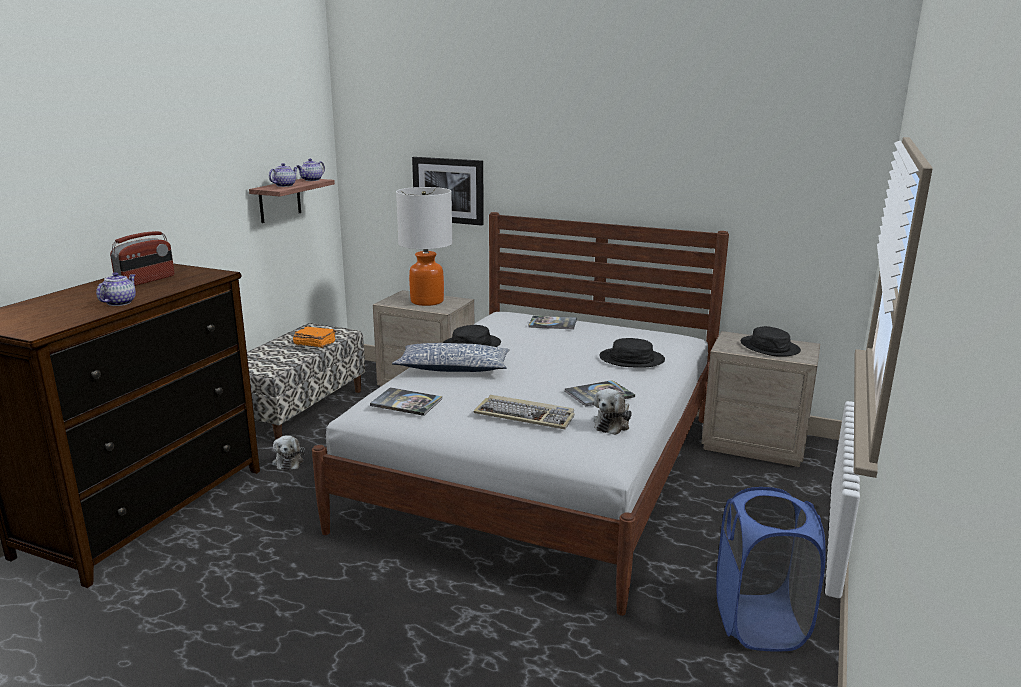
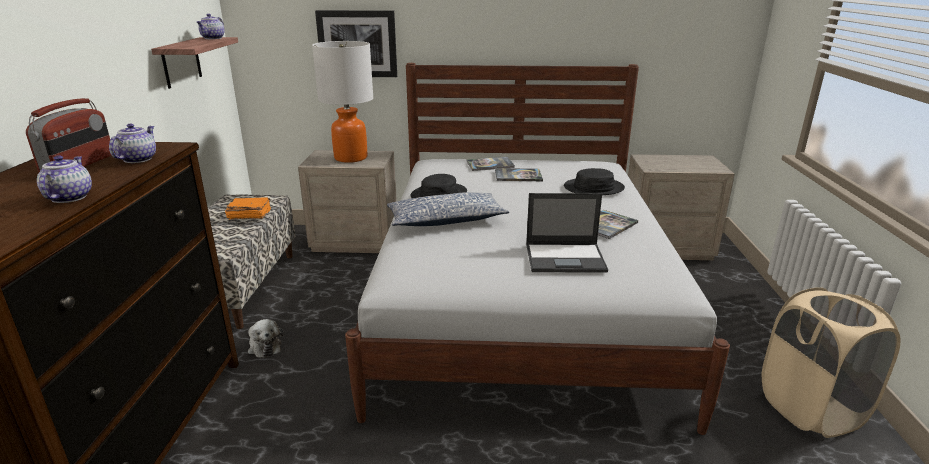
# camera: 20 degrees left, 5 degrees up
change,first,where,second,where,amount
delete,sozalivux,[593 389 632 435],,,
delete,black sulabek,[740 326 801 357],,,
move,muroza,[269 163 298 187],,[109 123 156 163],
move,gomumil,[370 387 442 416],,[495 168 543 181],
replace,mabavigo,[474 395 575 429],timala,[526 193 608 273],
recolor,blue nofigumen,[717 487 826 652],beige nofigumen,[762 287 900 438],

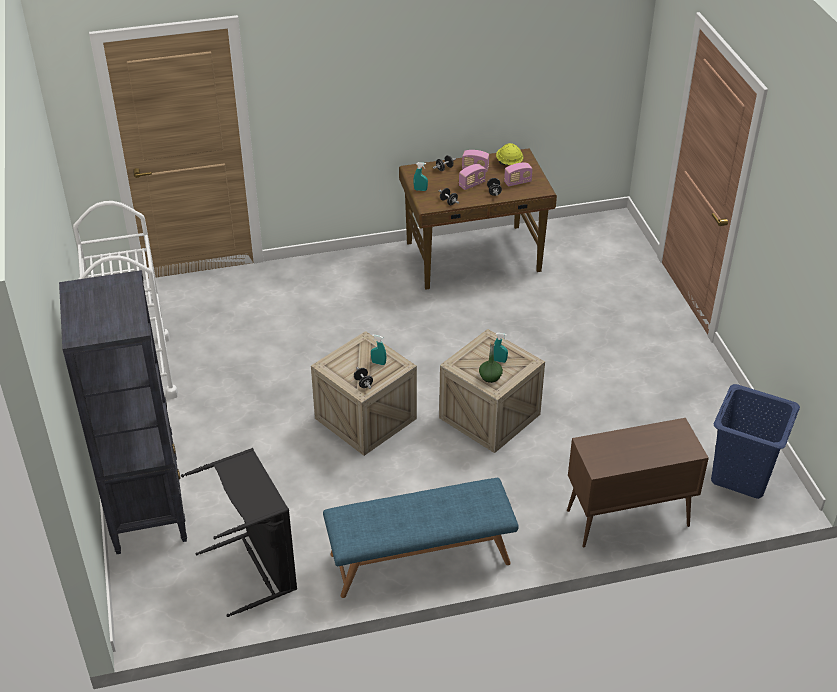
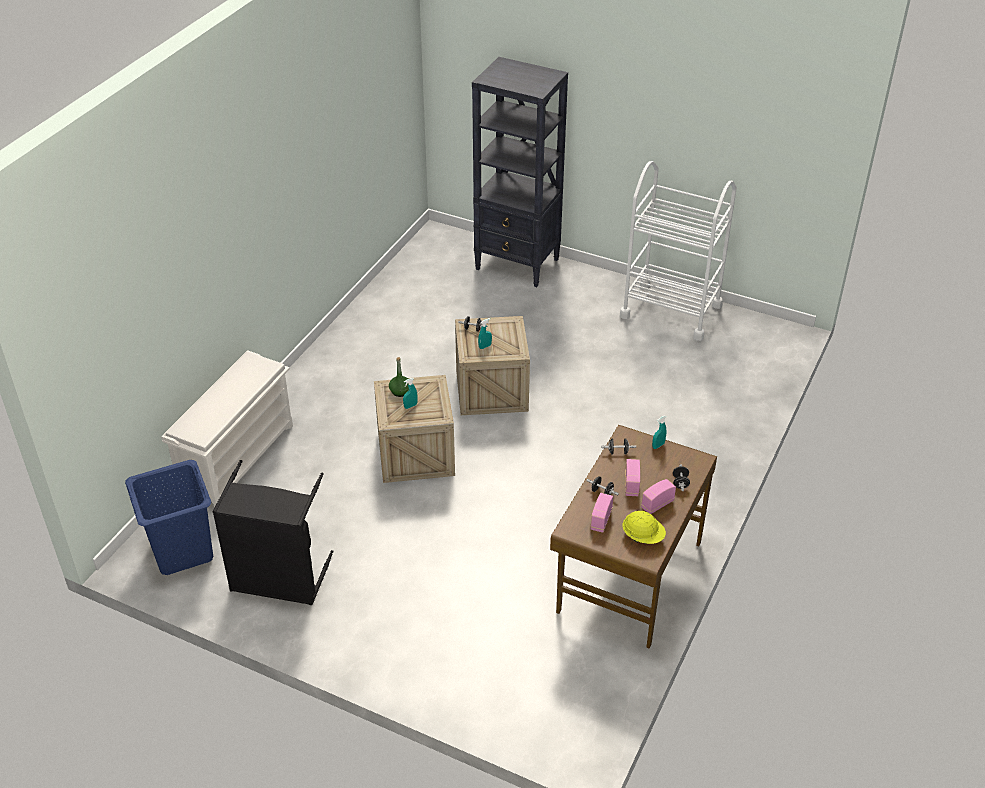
# camera: 130 degrees right, 0 degrees up
change,first,where,second,where,amount
delete,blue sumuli,[323 478 519 598],,,
move,black nofigumen,[181 448 297 617],,[213 460 333 605],
replace,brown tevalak,[567 418 709 548],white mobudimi,[161 350 293 508],

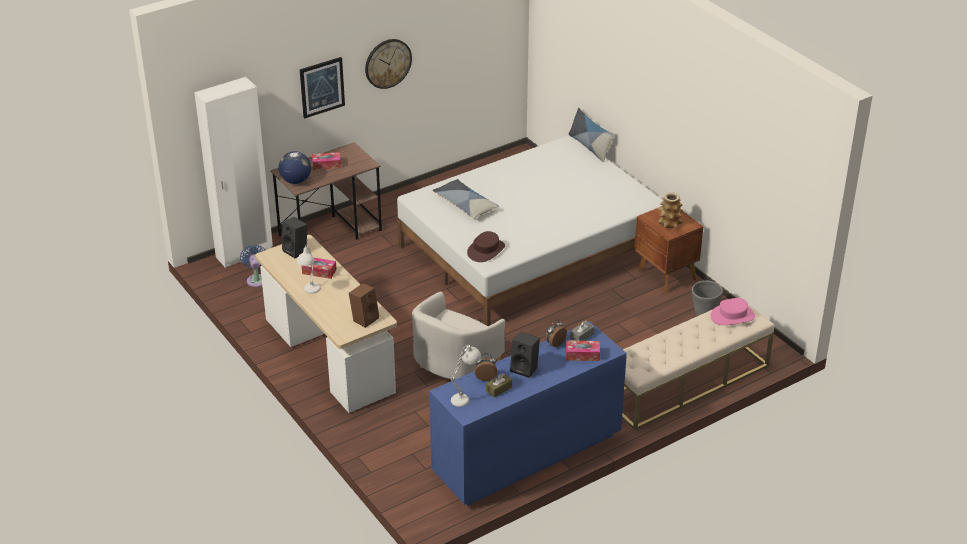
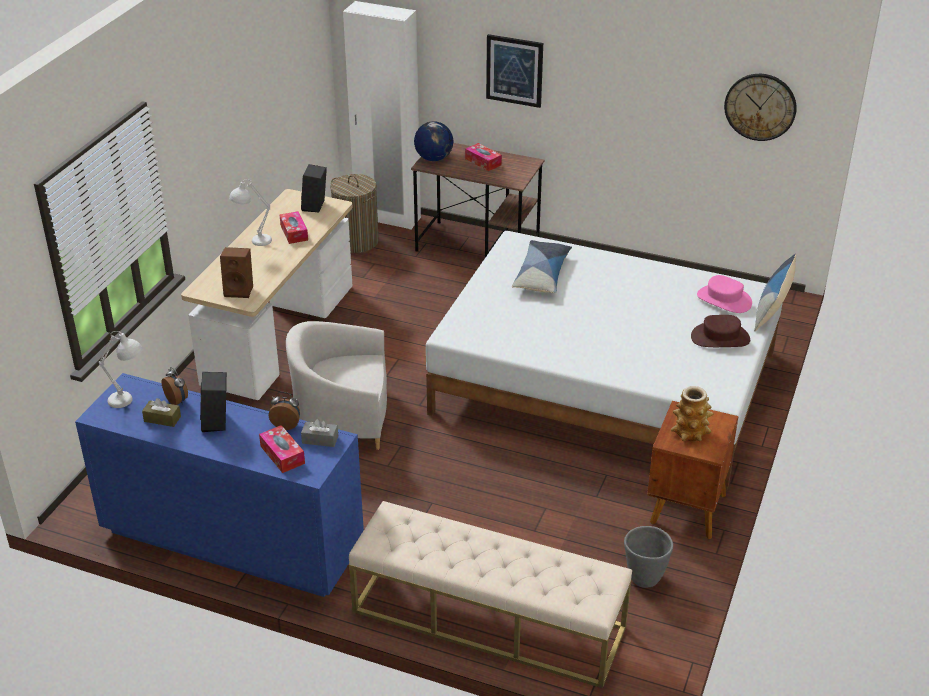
# camera: 55 degrees right, 0 degrees up
change,first,where,second,where,amount
move,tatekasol,[365 39 412 89],,[724 74 797 141],
move,brown sulabek,[467 231 505 262],,[691 315 750 347],
move,pink sulabek,[711 298 755 325],,[697 275 752 313],
replace,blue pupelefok,[240 245 265 287],nofigumen,[330 174 379 253],

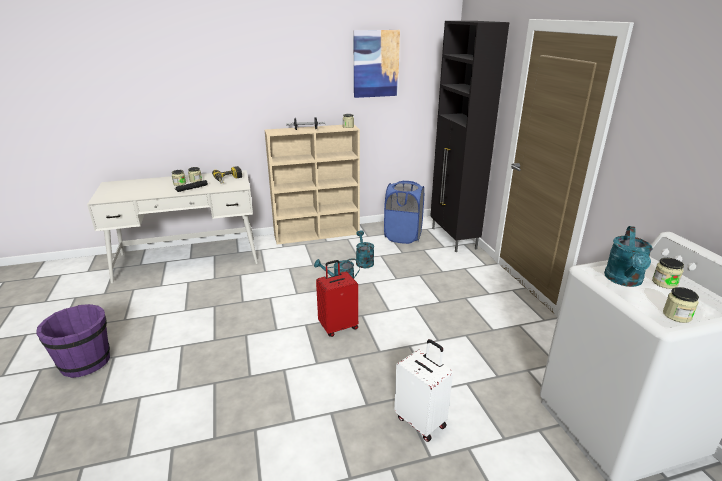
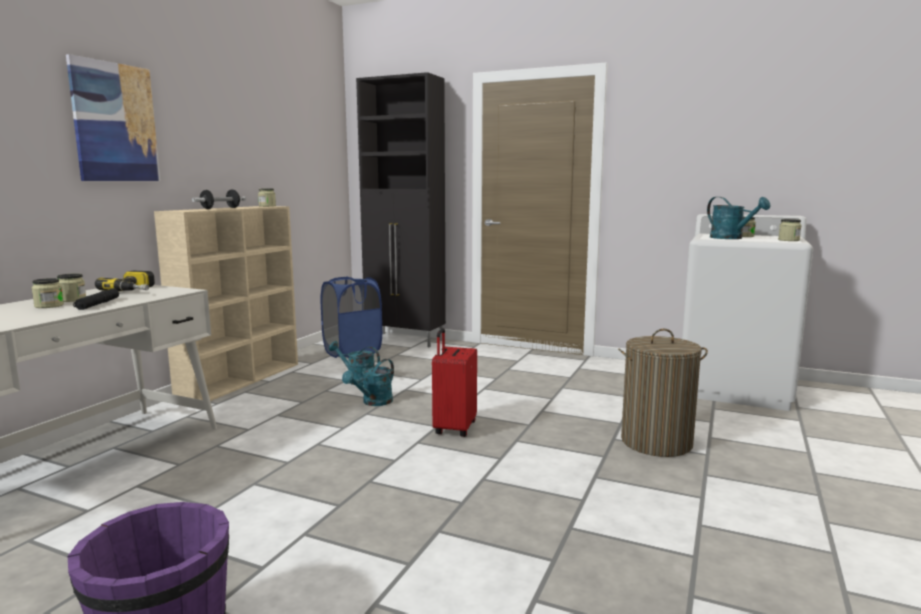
# camera: 50 degrees left, 15 degrees down
change,first,where,second,where,amount
move,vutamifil,[353 30 400 98],,[66 54 160 181],
replace,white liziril,[394 339 453 442],nofigumen,[618 329 708 457],

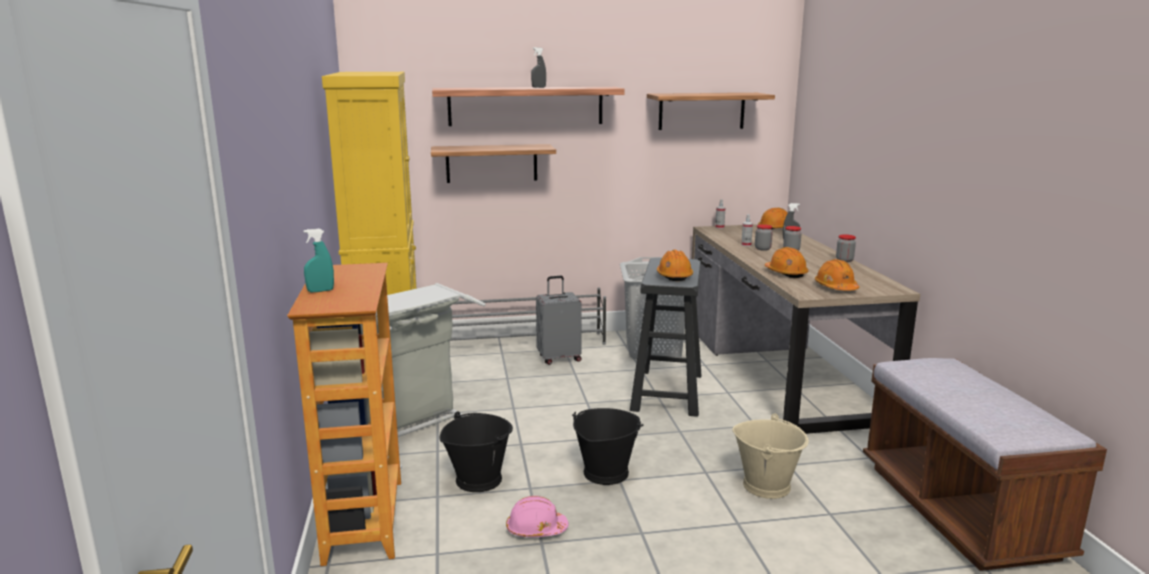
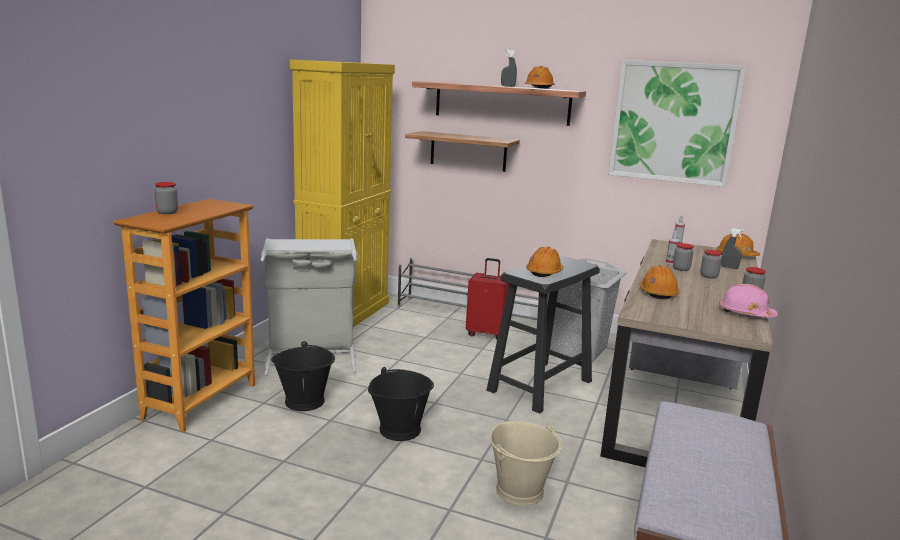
# camera: 30 degrees right, 0 degrees up
change,first,where,second,where,amount
move,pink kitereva,[506 496 569 537],,[719 284 778 317],
move,orange kitereva,[815 259 859 291],,[525 66 554 89],
replace,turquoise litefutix,[303 229 334 292],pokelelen,[155 182 178 214],
replace,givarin,[647 93 775 130],vutamifil,[608 60 746 187],
recolor,grey liziril,[536 276 582 365],red liziril,[466 258 509 339],

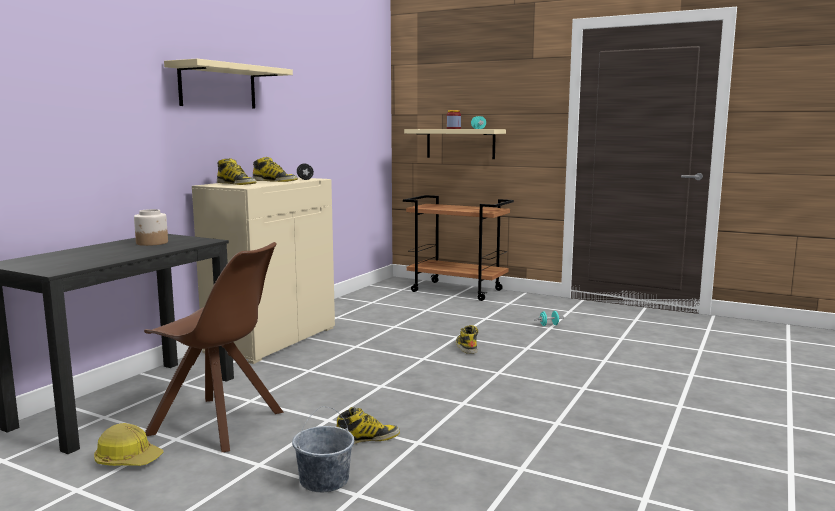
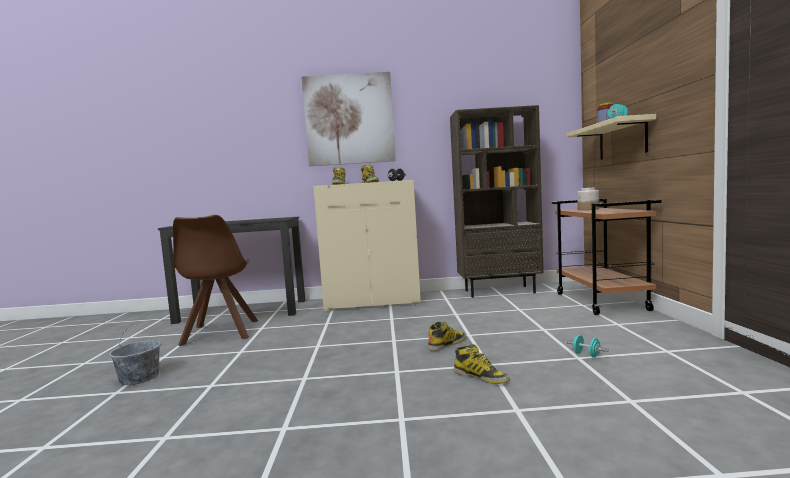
# camera: 60 degrees right, 5 degrees down
change,first,where,second,where,amount
delete,kitereva,[94 423 164 466],,,
insert,,,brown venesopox,[450 105 544 298],
move,pokelelen,[134 209 168 246],,[577 188 599 210],
move,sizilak,[336 407 400 444],,[454 344 510 384],
replace,beige givarin,[164 59 293 109],vutamifil,[302 72 396 166],

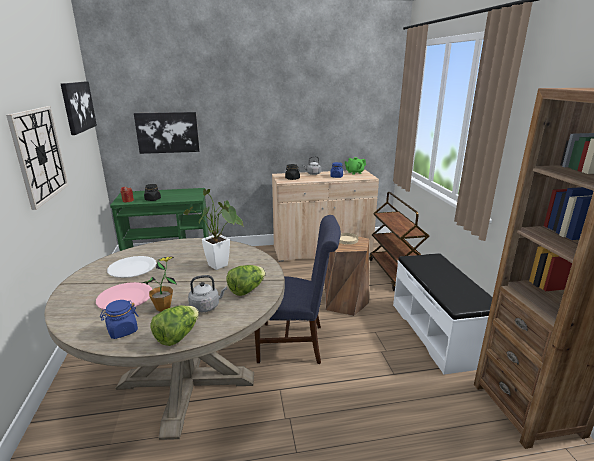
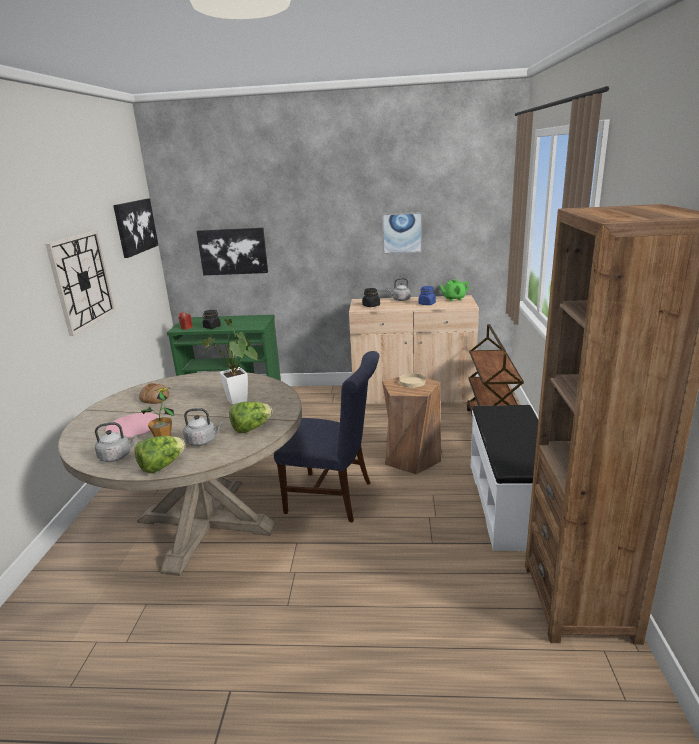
# camera: 15 degrees right, 0 degrees up
change,first,where,second,where,amount
insert,,,vutamifil,[382 212 422 254],
replace,blue pokelelen,[100 300 139 339],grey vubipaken,[95 422 137 462],
replace,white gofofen,[107 256 156 278],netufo,[139 383 169 404],

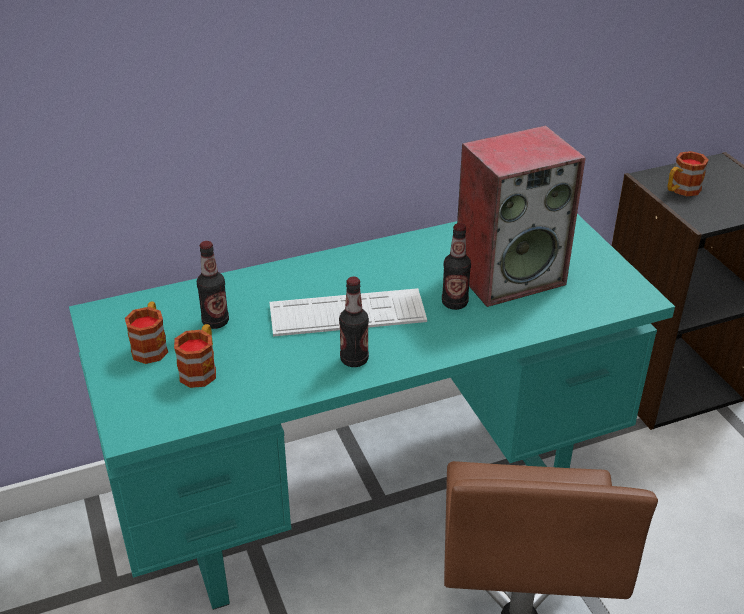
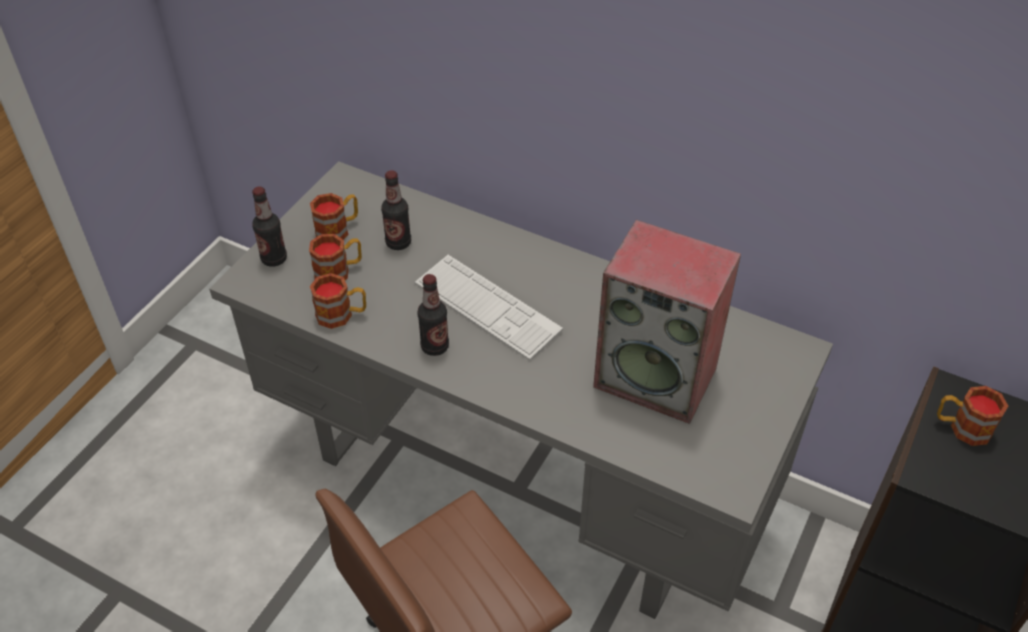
# camera: 50 degrees right, 10 degrees up
change,first,where,second,where,amount
insert,,,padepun,[310 273 366 329],
move,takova,[442 223 471 310],,[252 186 287 267],
recolor,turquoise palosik,[69 214 675 610],grey palosik,[209 161 833 619],

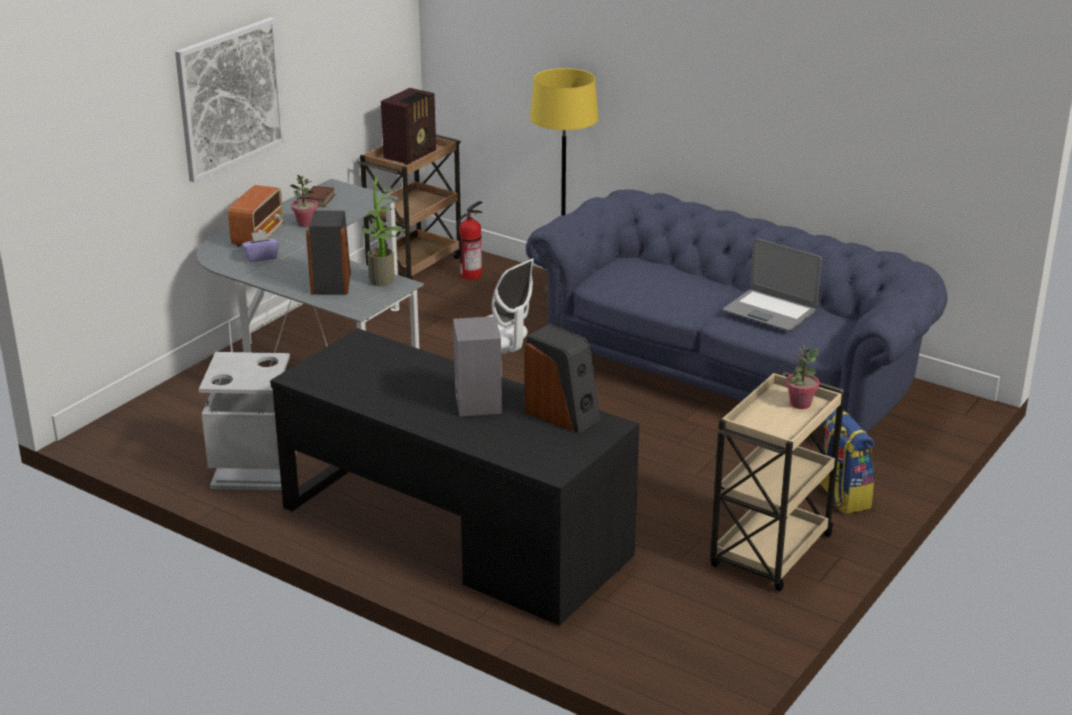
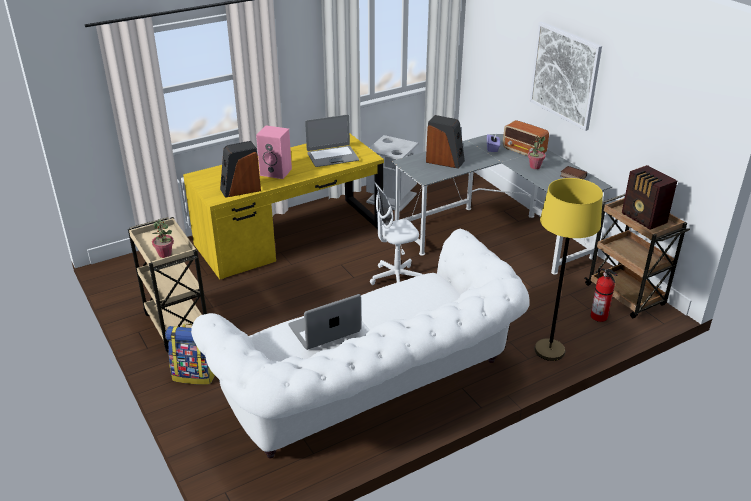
# camera: 115 degrees right, 5 degrees up
change,first,where,second,where,amount
delete,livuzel,[362 177 406 286],,,
insert,,,timala,[305 115 359 167],
recolor,black palosik,[270 328 639 626],yellow palosik,[183 134 384 279],
recolor,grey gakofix,[453 316 502 416],pink gakofix,[256 125 292 179],
recolor,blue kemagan,[526 190 947 432],white kemagan,[191 229 530 458],

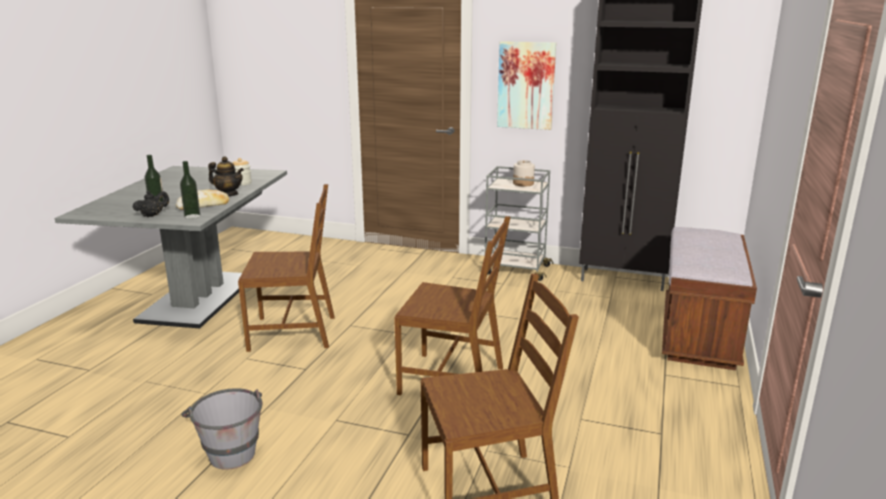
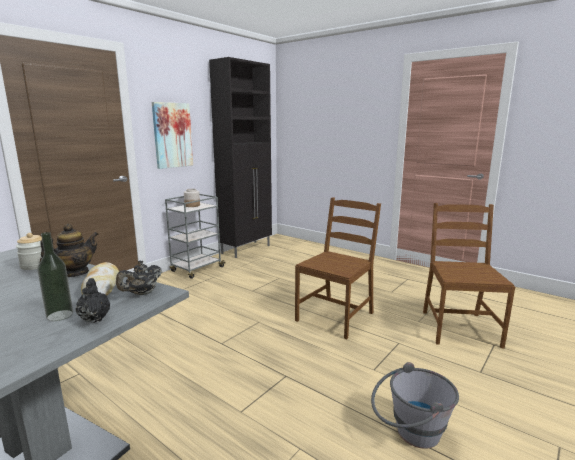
# camera: 70 degrees left, 5 degrees down
change,first,where,second,where,amount
delete,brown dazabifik,[238 184 335 352],,,
delete,brown sumuli,[662 227 757 370],,,
replace,takova,[180 161 200 219],black muroza,[116 261 162 295],

